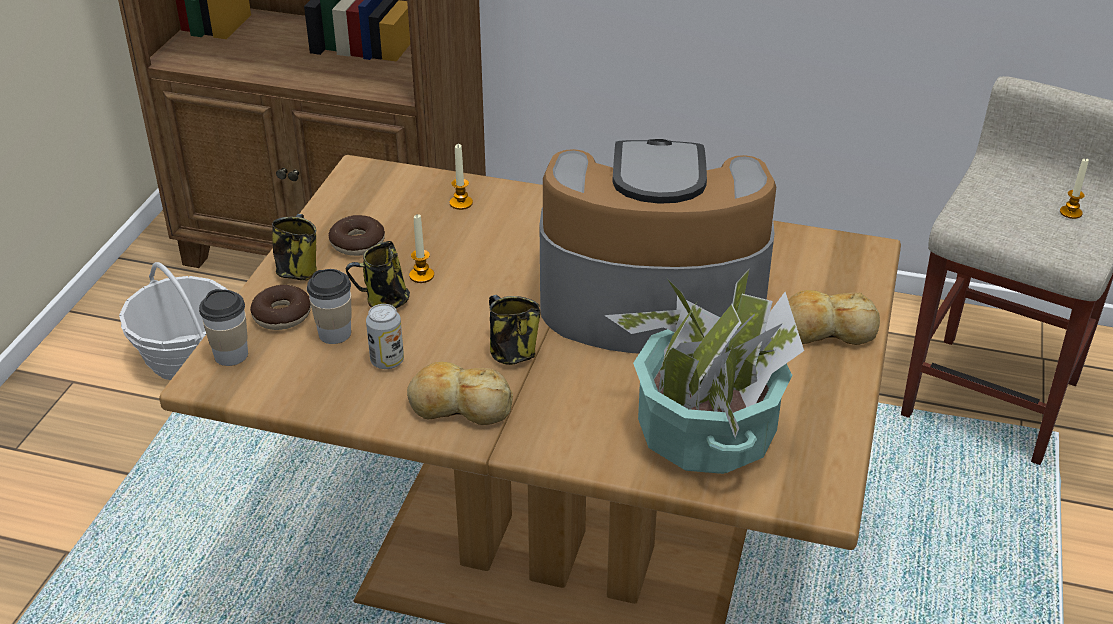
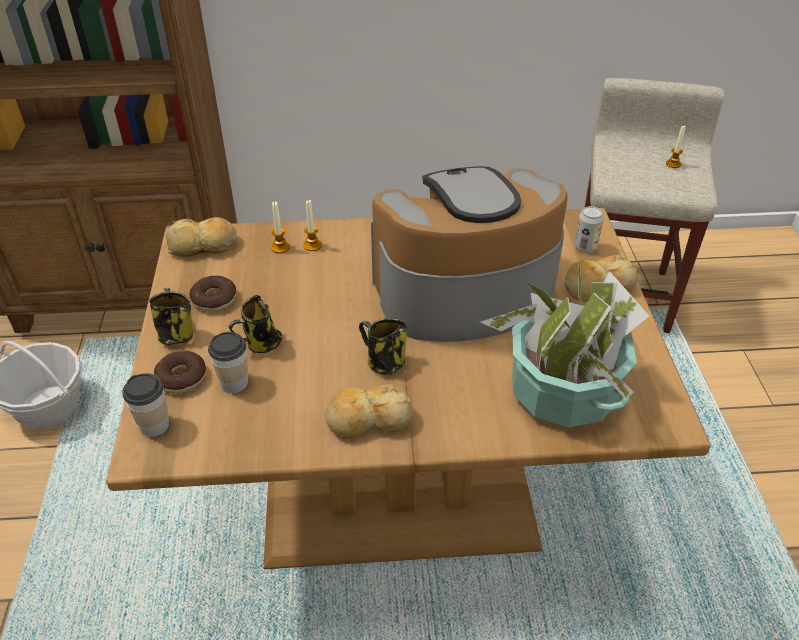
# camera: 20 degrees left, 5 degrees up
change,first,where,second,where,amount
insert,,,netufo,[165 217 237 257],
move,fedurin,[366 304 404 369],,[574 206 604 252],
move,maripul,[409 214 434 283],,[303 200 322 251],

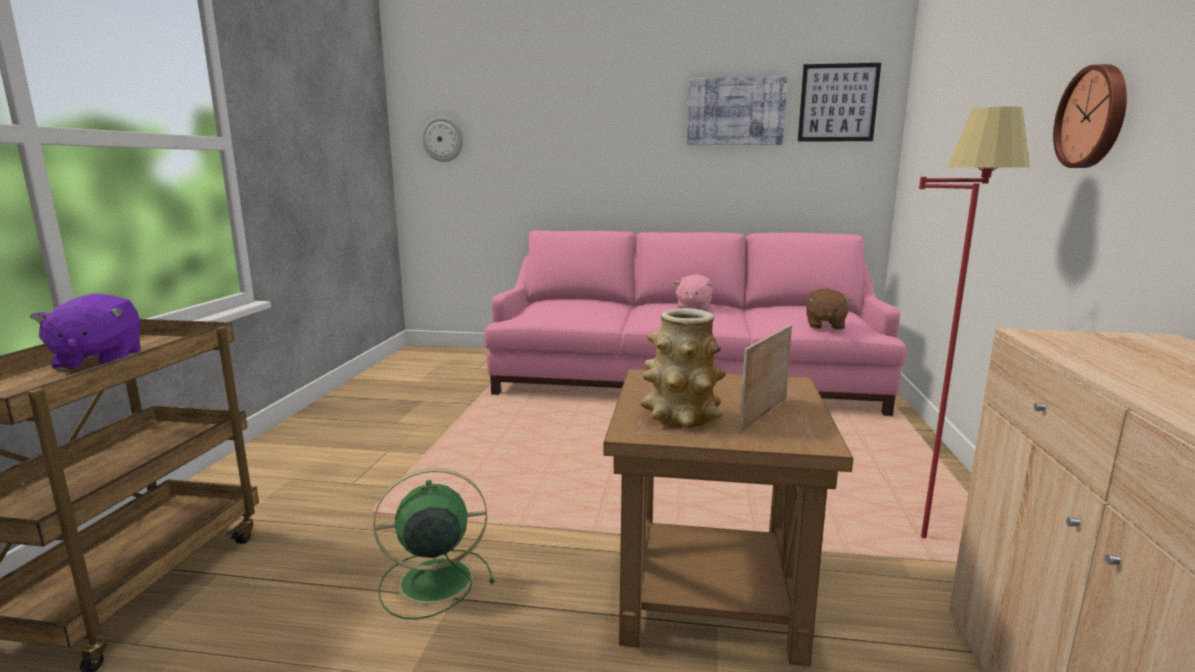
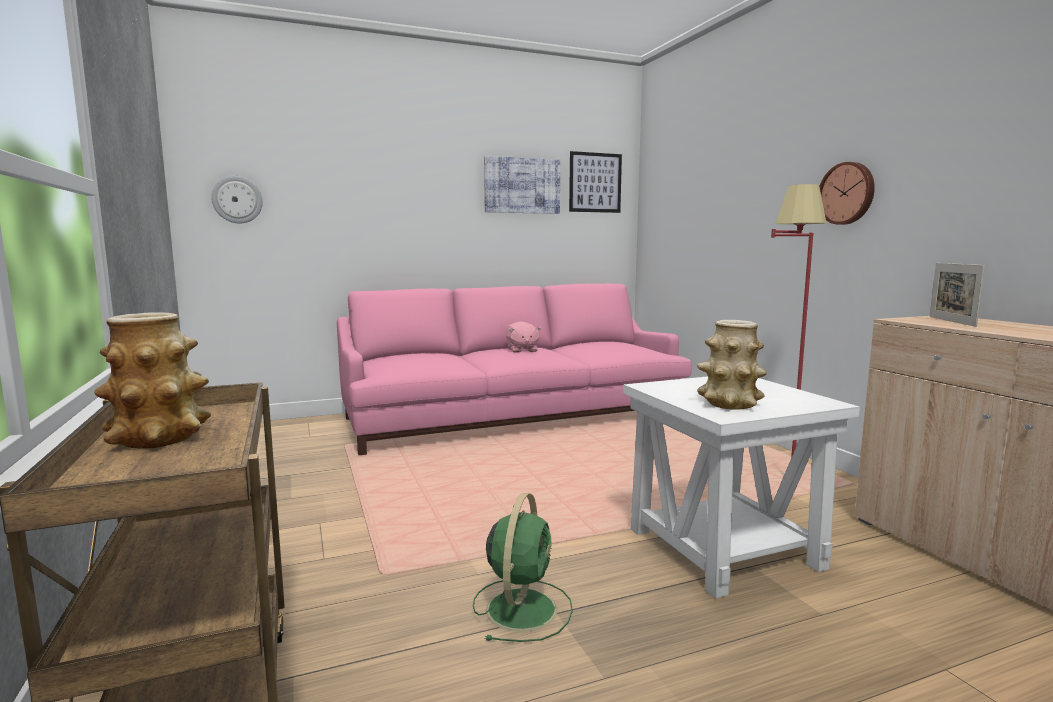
# camera: 30 degrees left, 5 degrees down
change,first,where,second,where,amount
delete,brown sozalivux,[806 288 852 330],,,
move,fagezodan,[740 324 792 433],,[930 263 985 327],
replace,purple sozalivux,[30 294 141 370],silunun,[94 312 211 448],
recolor,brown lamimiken,[604 369 853 666],white lamimiken,[623 376 860 599],
rotate,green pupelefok,[373 468 495 620],,[473 493 573 642],150 degrees clockwise

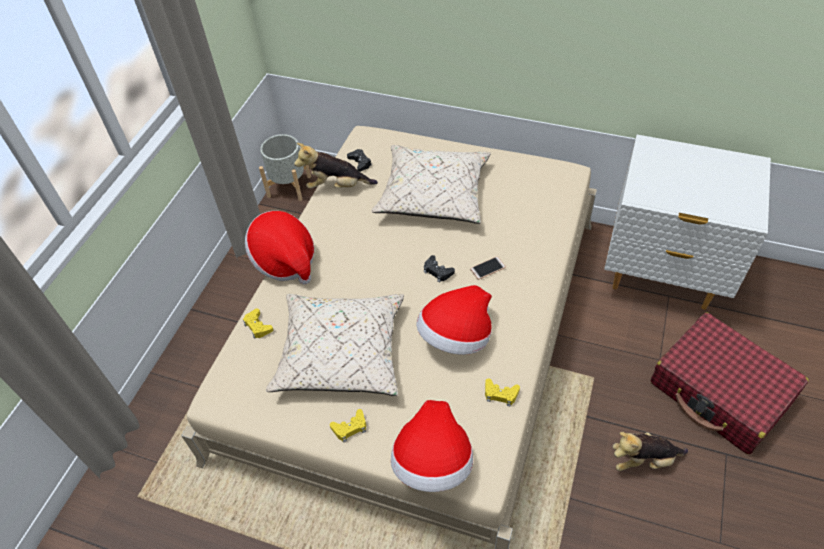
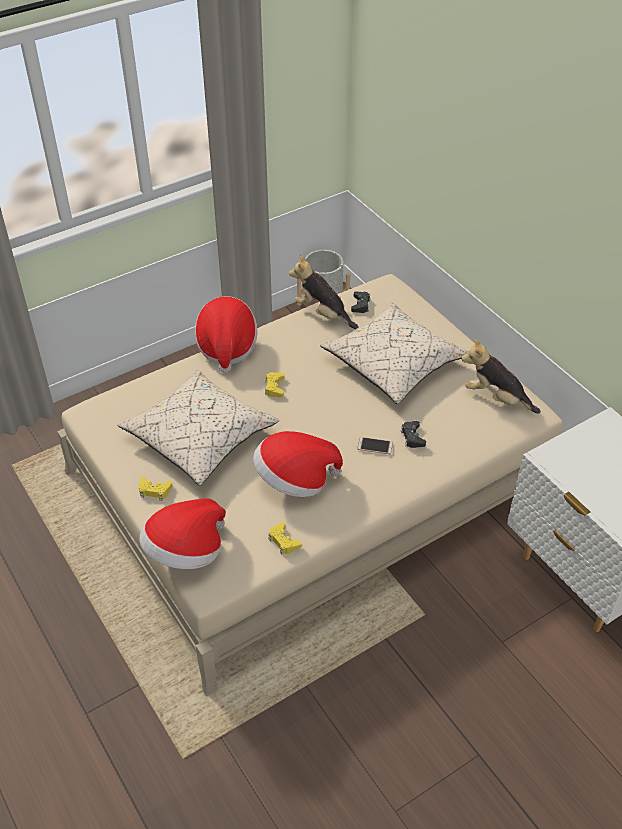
# camera: 35 degrees right, 5 degrees down
change,first,where,second,where,amount
delete,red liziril,[650 312 809 454],,,
move,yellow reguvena,[243 308 273 339],,[265 372 285 397],
move,black reguvena,[424 255 455 283],,[401 421 426 448],
move,sozalivux,[613 432 688 471],,[461 338 541 414],

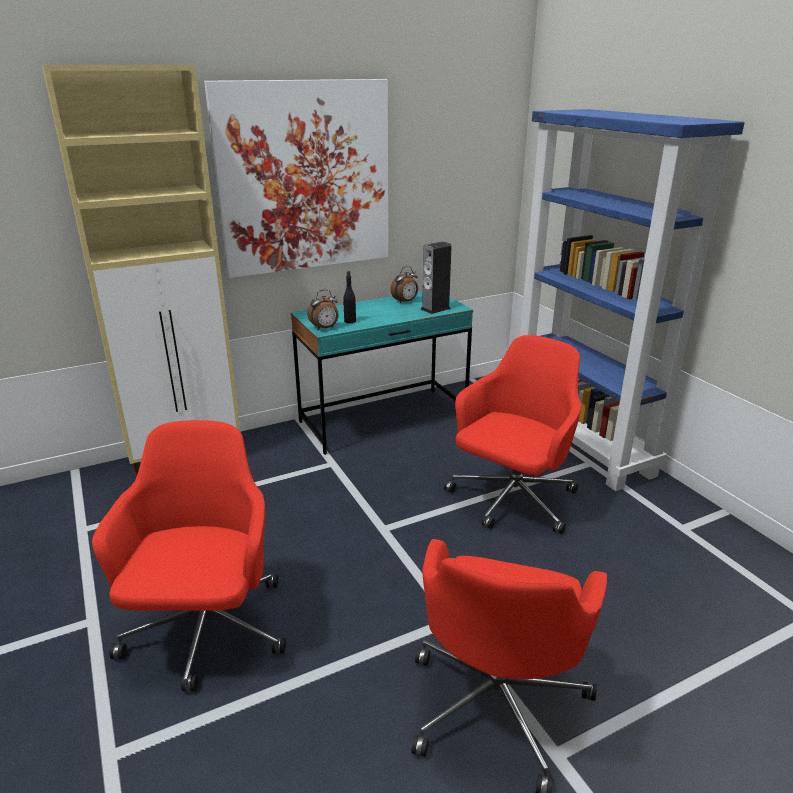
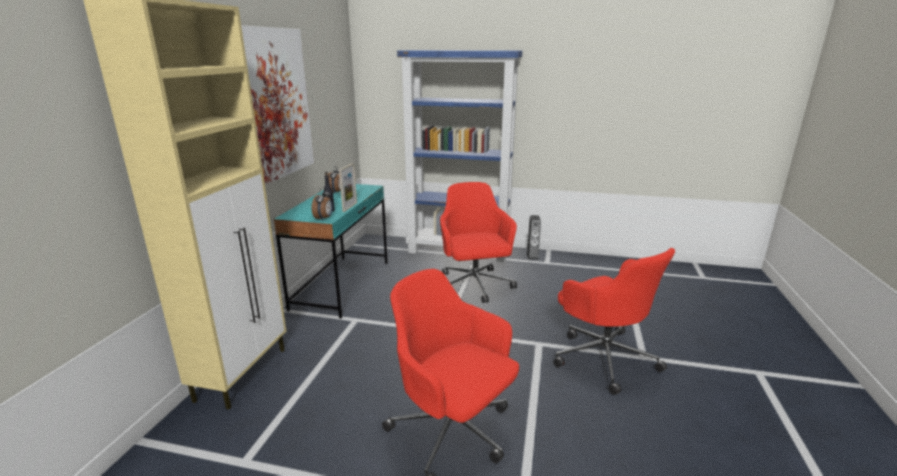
# camera: 50 degrees left, 5 degrees down
change,first,where,second,where,amount
insert,,,fagezodan,[339 163 357 212],
move,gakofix,[420 241 452 314],,[527 215 541 260],

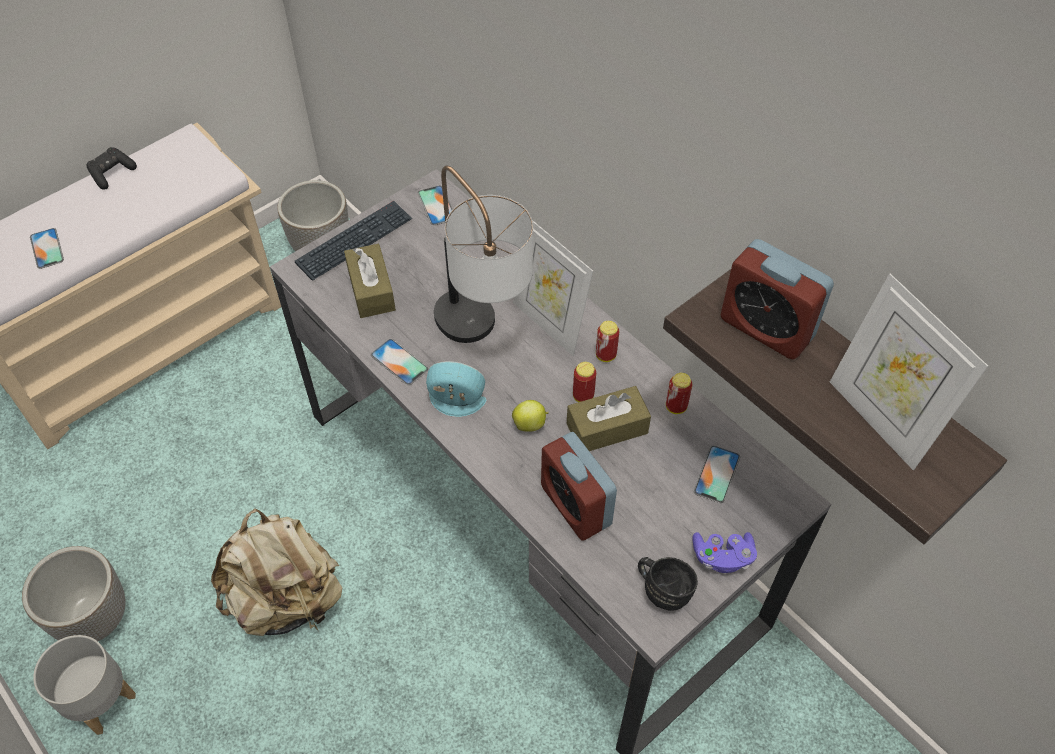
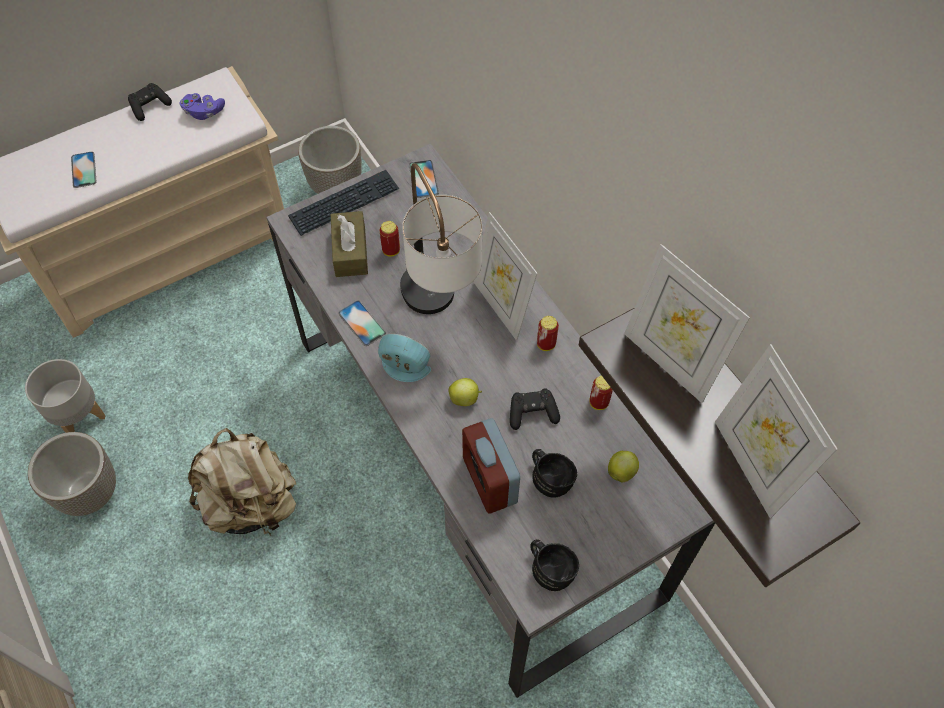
# camera: 10 degrees right, 5 degrees up
change,first,where,second,where,amount
insert,,,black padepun,[532 449 577 498],
move,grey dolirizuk,[33 635 136 735],,[25 359 106 433],
move,fedurin,[573 362 596 402],,[380 221 400 257],
move,purple reguvena,[692 532 757 573],,[180 93 225 120],
replace,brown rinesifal,[567 386 651 451],black reguvena,[510 388 560 430],
replace,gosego,[694 445 740 503],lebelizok,[608 451 639 482],
replace,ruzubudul,[721 239 834 359],fagezodan,[624 244 750 403],

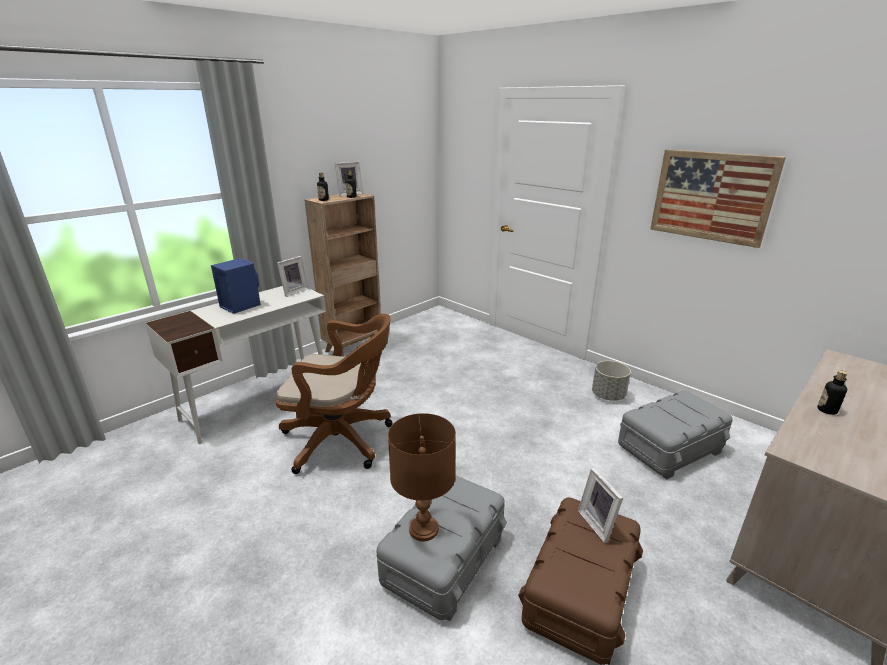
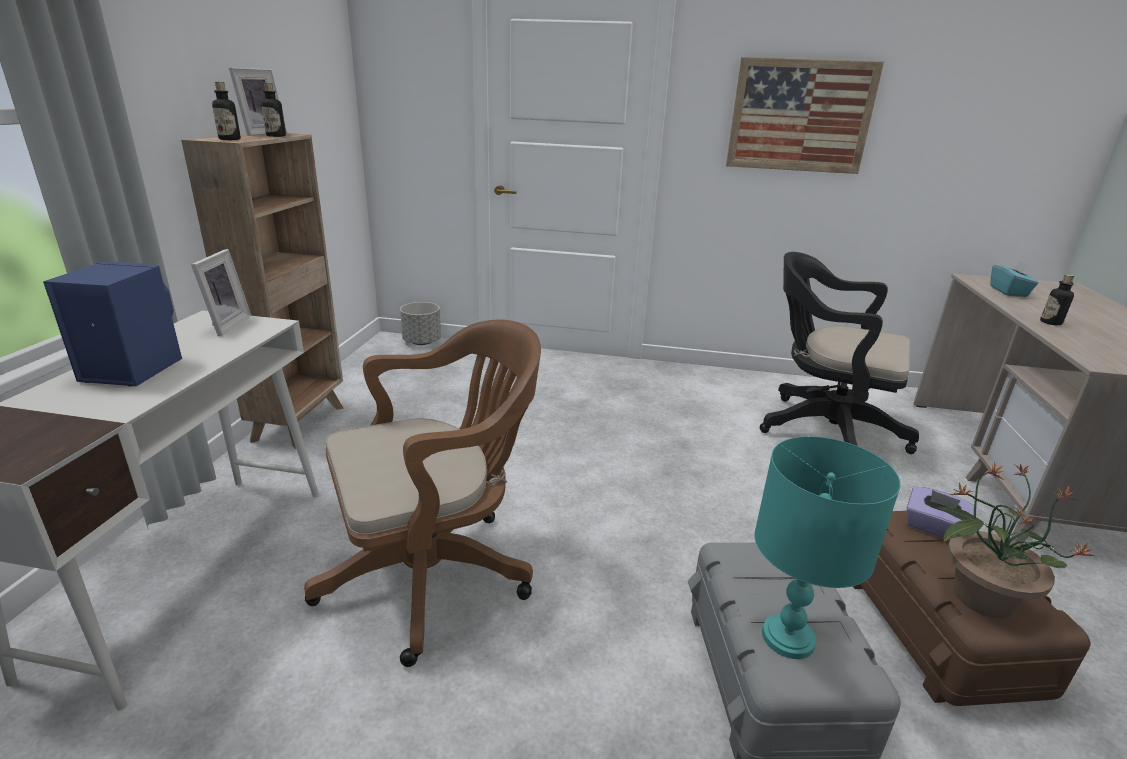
# camera: 35 degrees left, 0 degrees up
change,first,where,second,where,amount
insert,,,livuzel,[937 462 1095 619],
insert,,,turquoise rinesifal,[990 259 1038 297],
move,grey dolirizuk,[592 361 631 401],,[400 302 441 345],
replace,fagezodan,[578 467 623 543],purple rinesifal,[907 486 978 541],
replace,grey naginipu,[618 391 733 479],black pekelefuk,[760 252 919 454],
recolor,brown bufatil,[388 413 456 541],turquoise bufatil,[754 436 901 659],

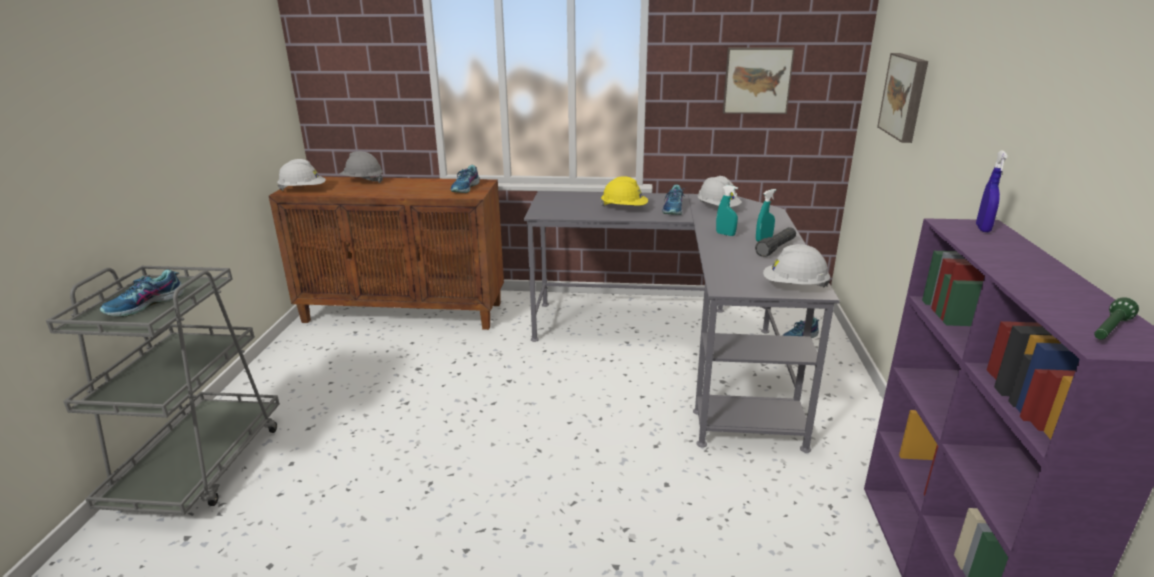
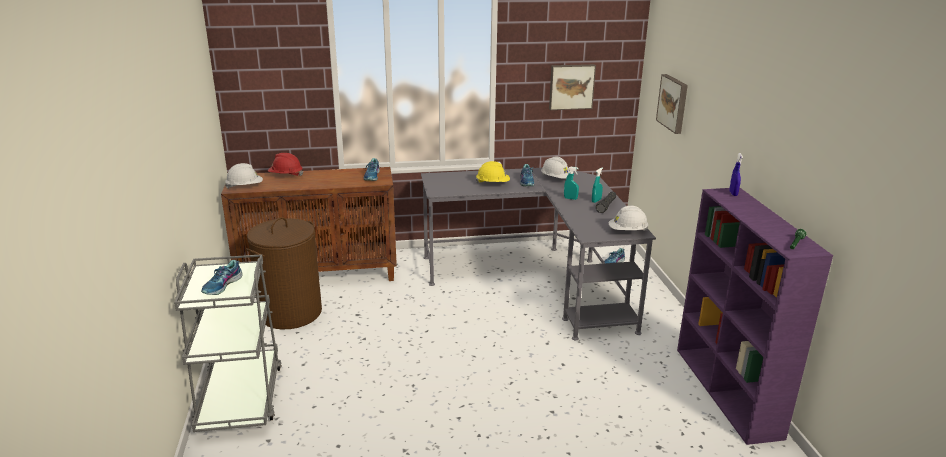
# camera: 15 degrees left, 0 degrees up
change,first,where,second,where,amount
insert,,,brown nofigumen,[246 217 322 329],
recolor,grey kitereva,[340 151 383 183],red kitereva,[268 153 303 176],

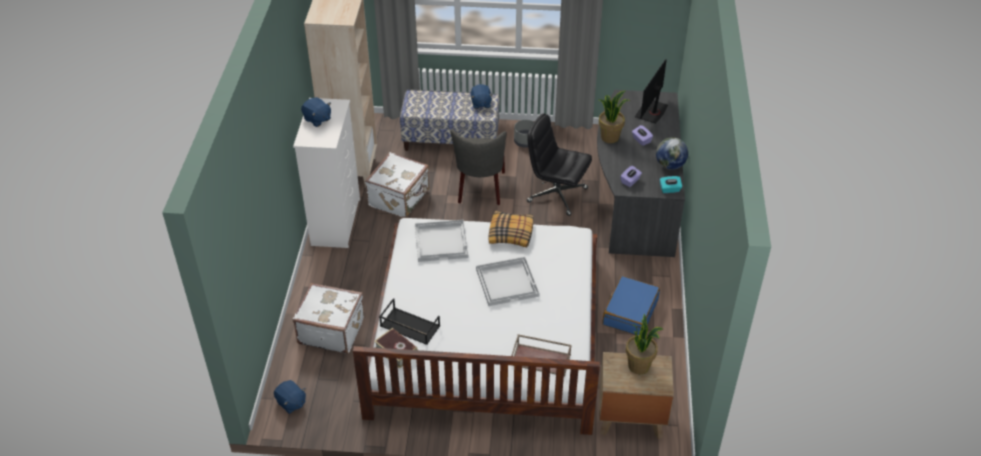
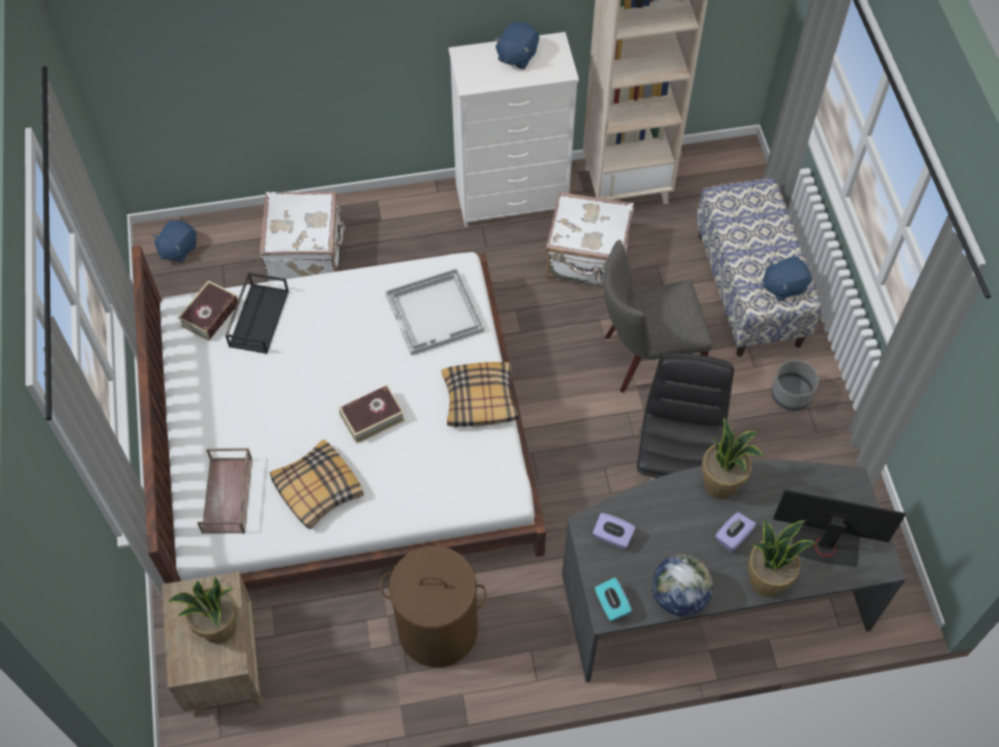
# camera: 75 degrees right, 15 degrees up
change,first,where,second,where,amount
insert,,,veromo,[270 439 364 529],
insert,,,livuzel,[748 520 816 597],
replace,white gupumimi,[476 257 540 306],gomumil,[339 385 405 444],
replace,blue liziril,[603 276 660 335],brown nofigumen,[379 546 486 667],

